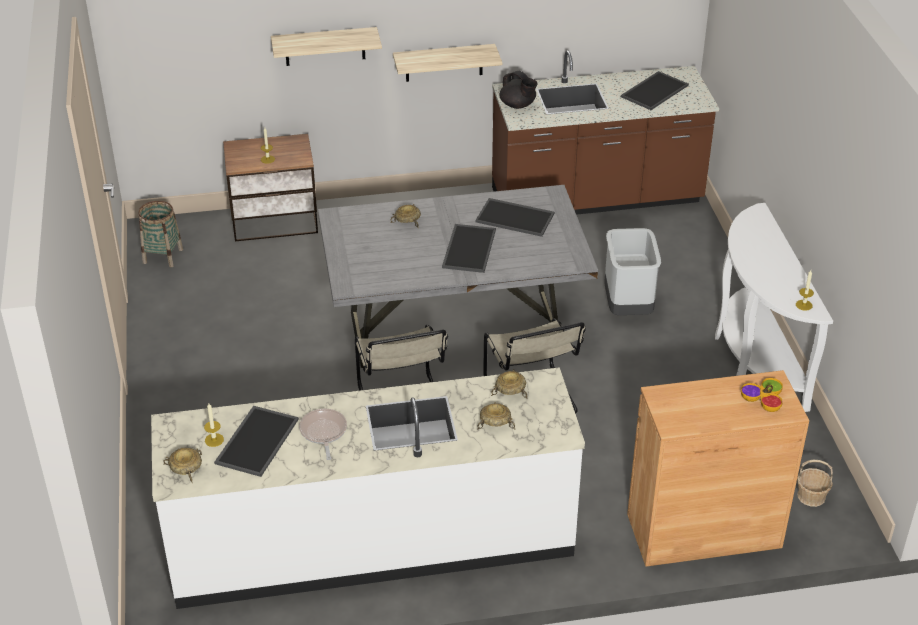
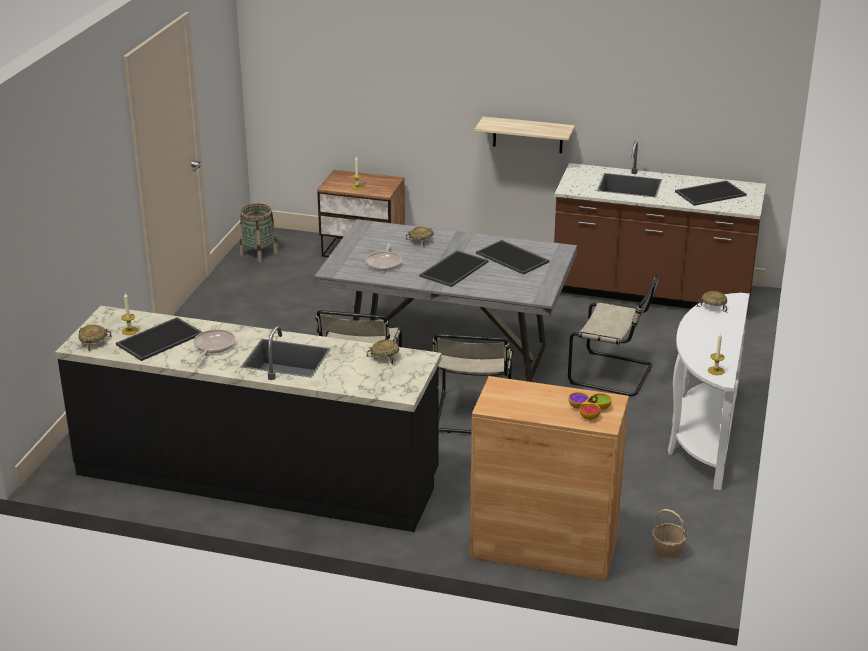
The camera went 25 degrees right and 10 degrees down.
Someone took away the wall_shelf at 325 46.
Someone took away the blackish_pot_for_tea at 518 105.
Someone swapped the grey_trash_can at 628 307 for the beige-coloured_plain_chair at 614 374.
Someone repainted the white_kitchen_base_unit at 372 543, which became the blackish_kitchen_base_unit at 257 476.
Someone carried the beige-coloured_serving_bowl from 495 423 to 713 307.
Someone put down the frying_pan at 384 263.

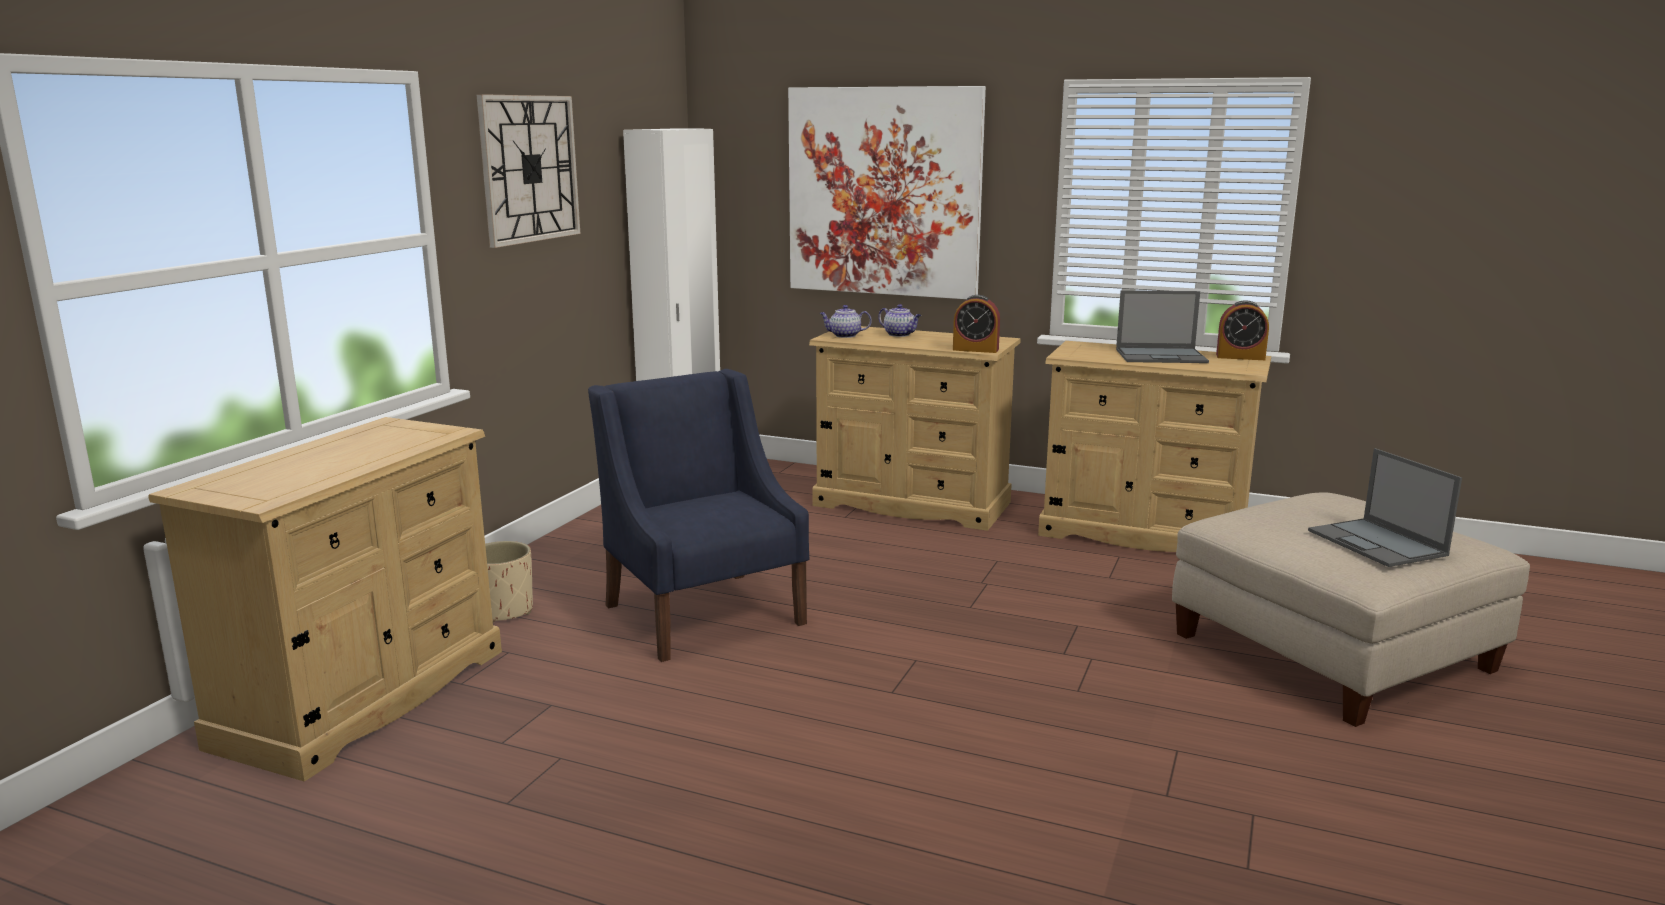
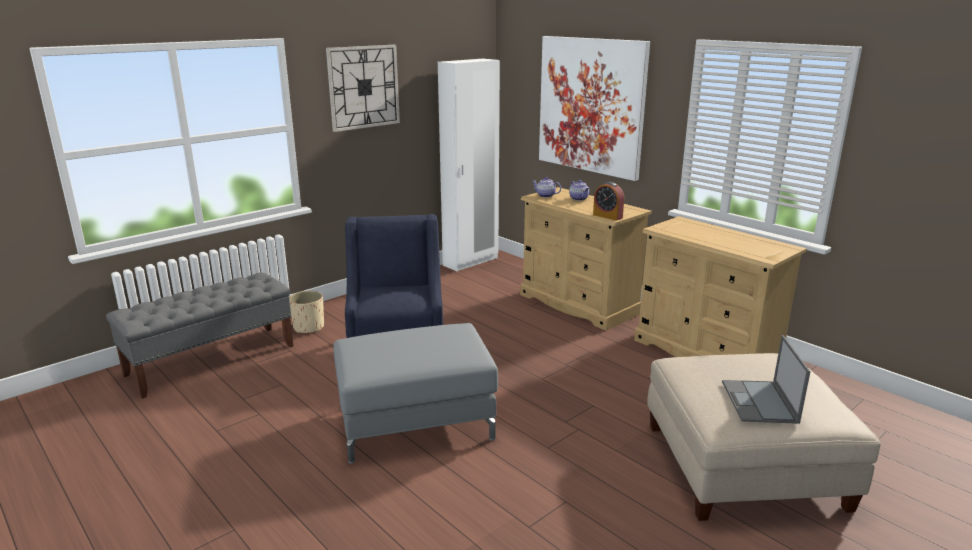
The camera went 25 degrees right and 5 degrees up.
Someone took away the portable_computer at 1162 356.
Someone took away the table_clock at 1240 357.
Someone swapped the beige-coloured_chest_of_drawers at 364 697 for the grey_long_seat at 212 360.
Someone put down the grey_footrest at 416 422.

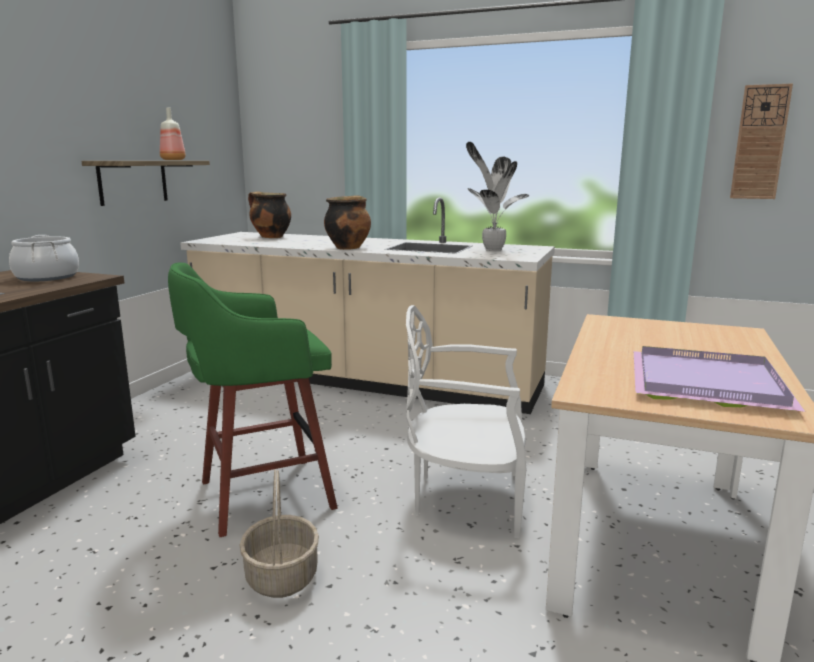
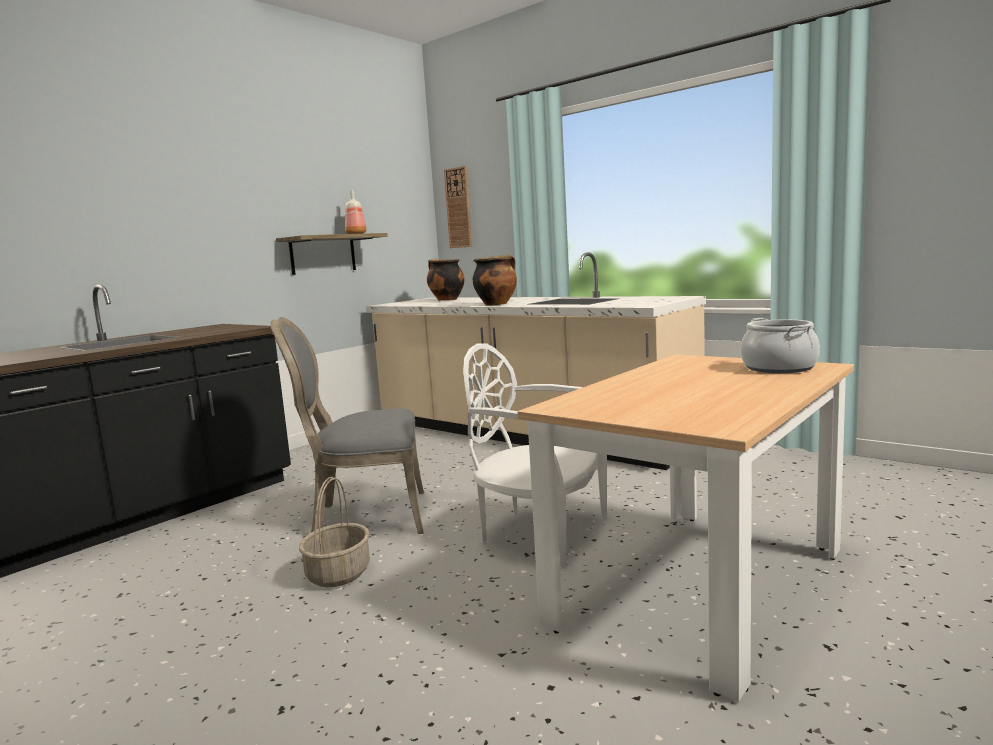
The camera went 20 degrees right and 5 degrees down.
Someone carried the clock_on_the_wall from 760 142 to 458 208.
Someone took away the houseplant at 491 250.
Someone carried the saucepot from 47 277 to 779 368.
Someone swapped the green-coloured_stool_seat at 261 496 for the grey_plain_chair at 365 517.
Someone took away the purple-coloured_serving_tray at 704 384.

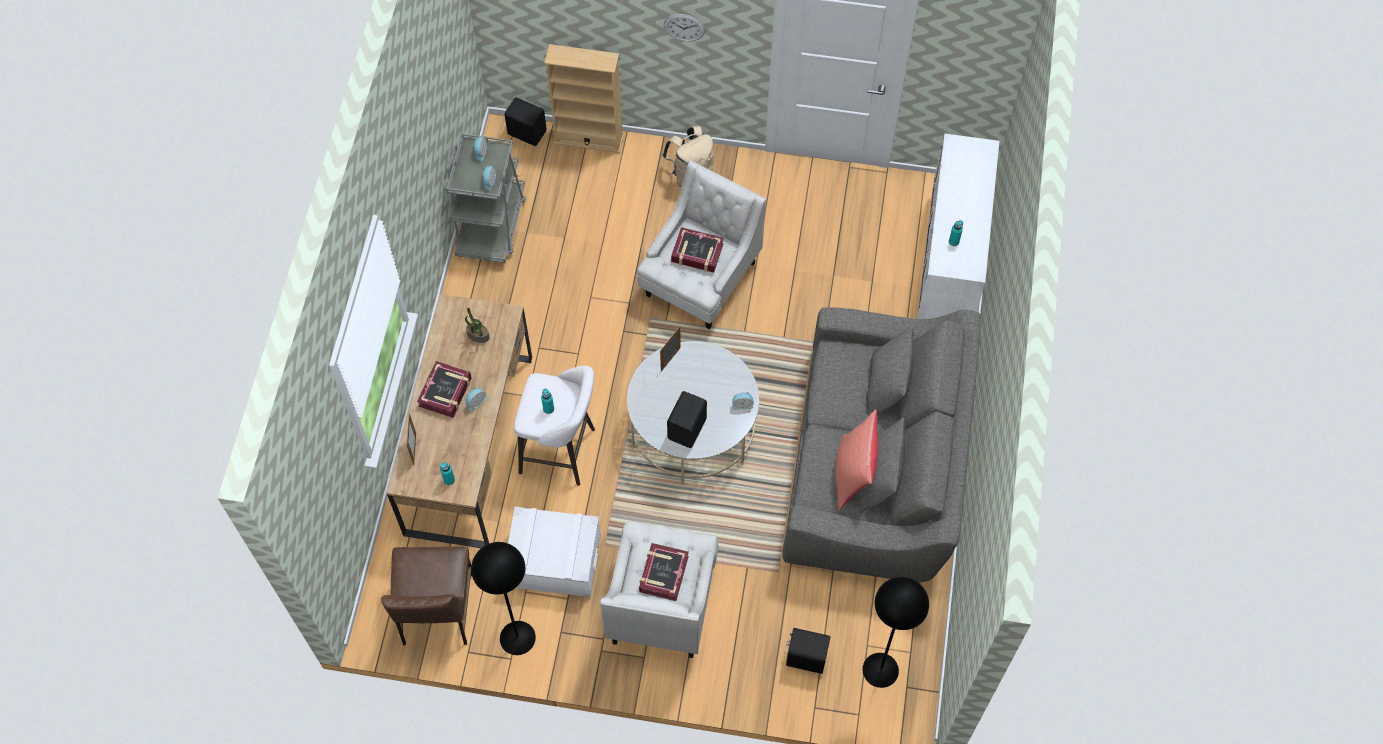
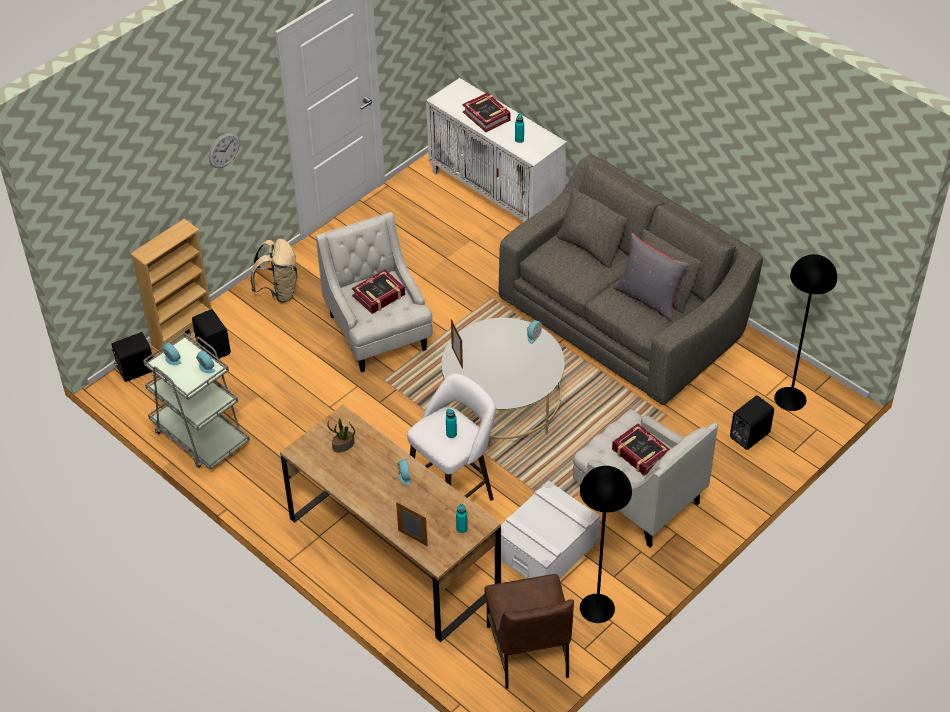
The camera went 55 degrees left and 15 degrees down.
Someone carried the book from 446 392 to 487 116.
Someone carried the blackish_speaker from 688 429 to 214 347.
Someone repainted the reddish_throw_pillow at 853 473, which became the grey_throw_pillow at 648 299.
Someone rotated the brown_plain_chair at 436 610 by 45 degrees clockwise.

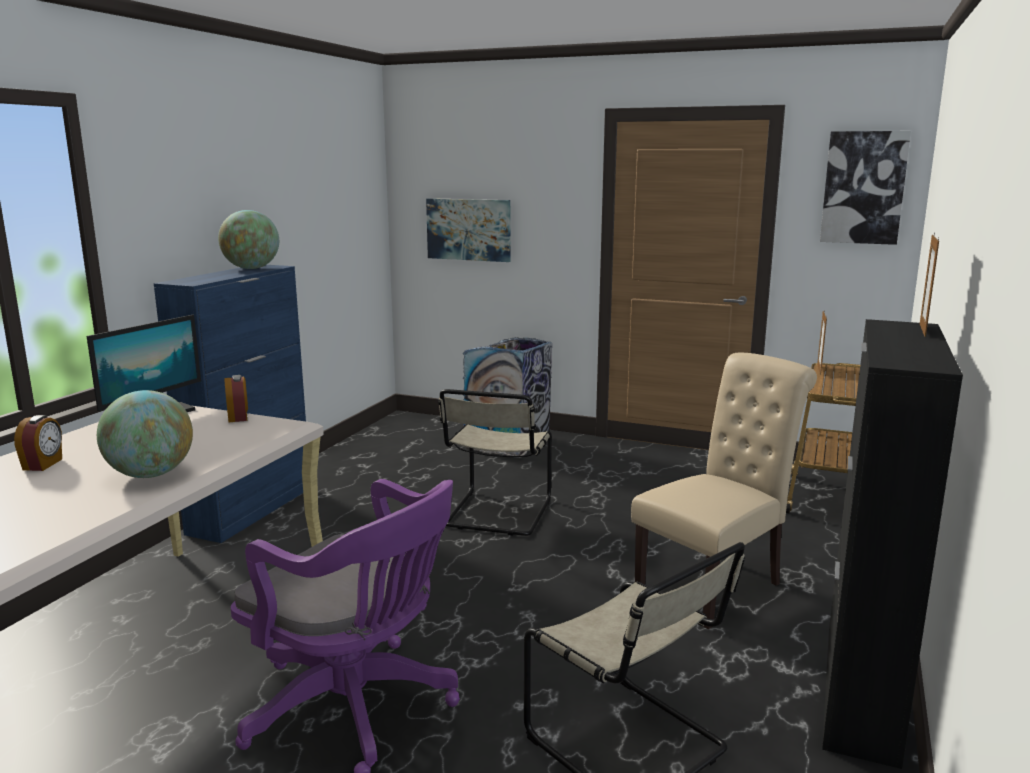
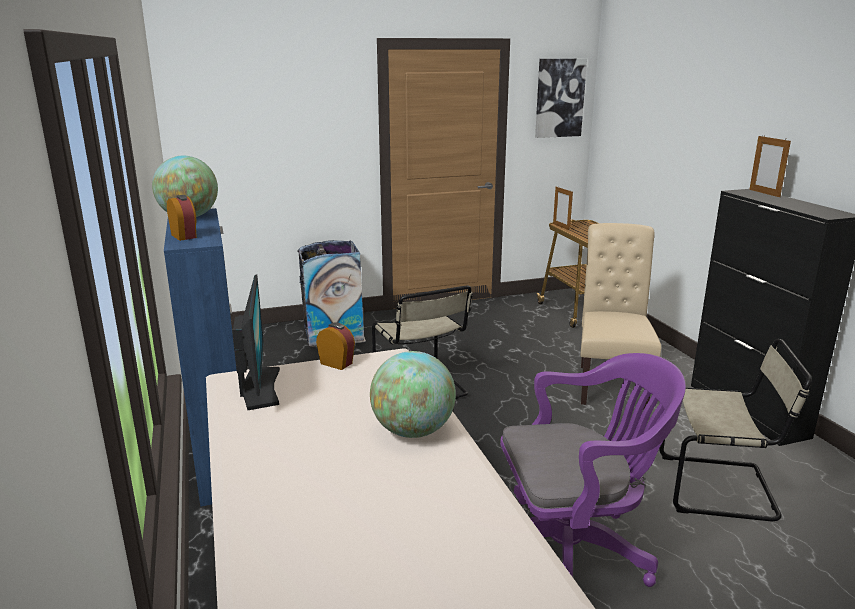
The camera went 40 degrees left and 5 degrees up.
Someone took away the picture at 469 229.
Someone carried the table_clock from 43 464 to 184 236.

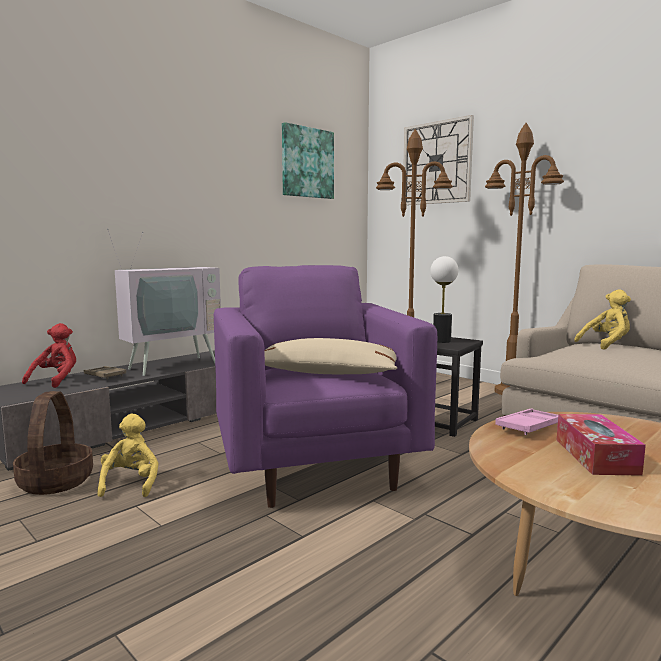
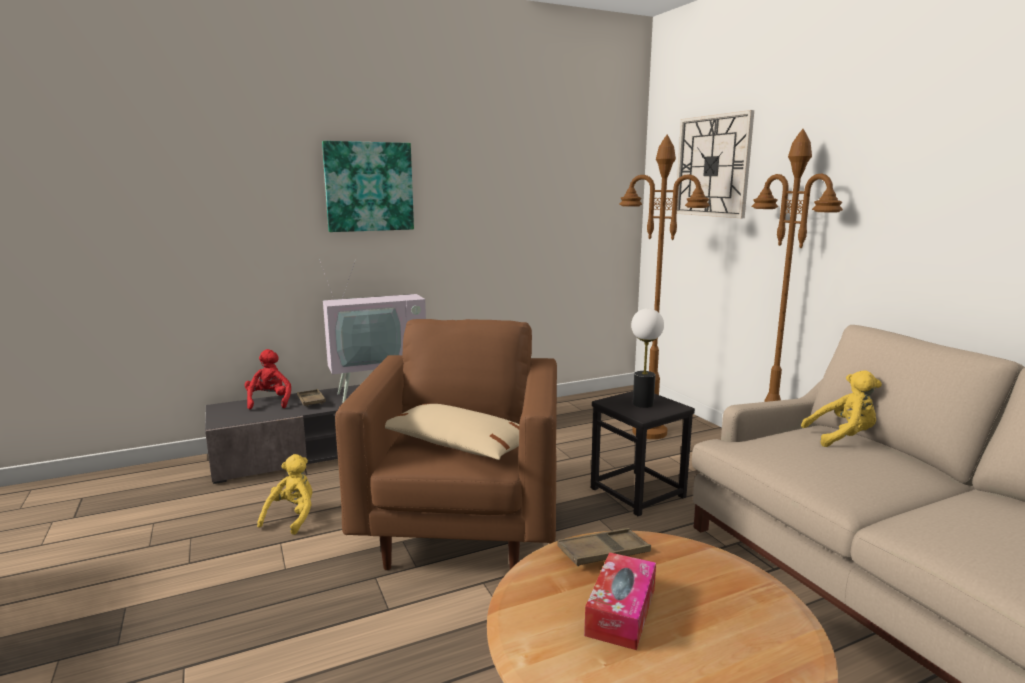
The camera went 20 degrees right and 5 degrees up.
Someone carried the picture from 307 163 to 369 187.
Someone repainted the purple-coloured_lounge_chair at 316 466, which became the brown_lounge_chair at 462 528.
Someone rotated the reddish_cuddly_toy at 56 380 by 45 degrees counterclockwise.
Someone took away the basket at 55 481.
Someone repainted the pink_serving_tray at 529 426, which became the brown_serving_tray at 603 553.

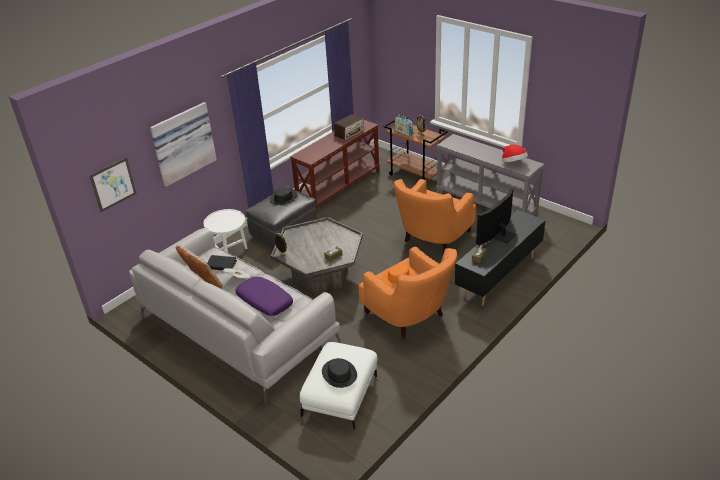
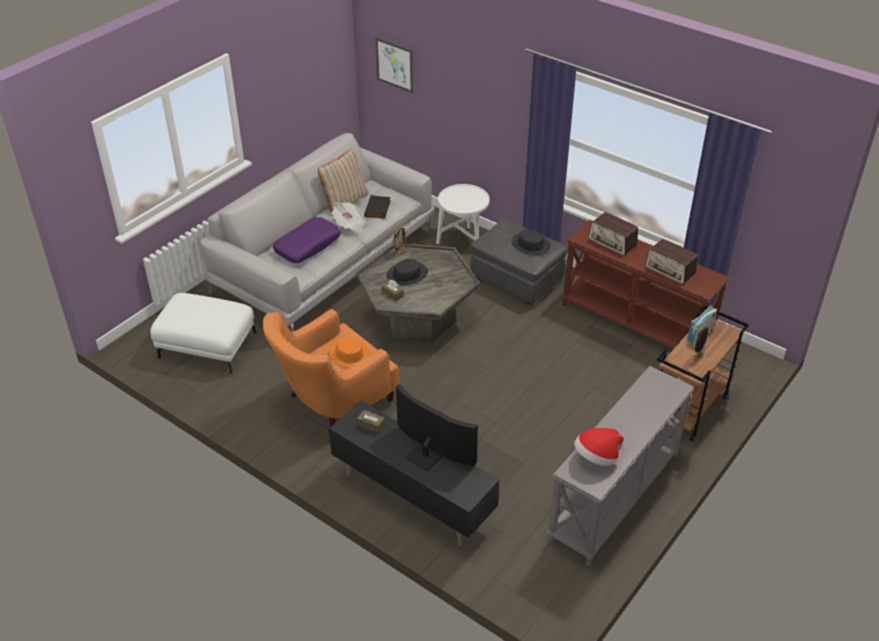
The camera went 85 degrees right and 5 degrees up.
Someone took away the picture at 182 143.
Someone took away the orangey_lounge_chair at 433 238.
Someone carried the blackish_wearable_hat from 339 373 to 407 274.
Someone put down the radio at 612 242.

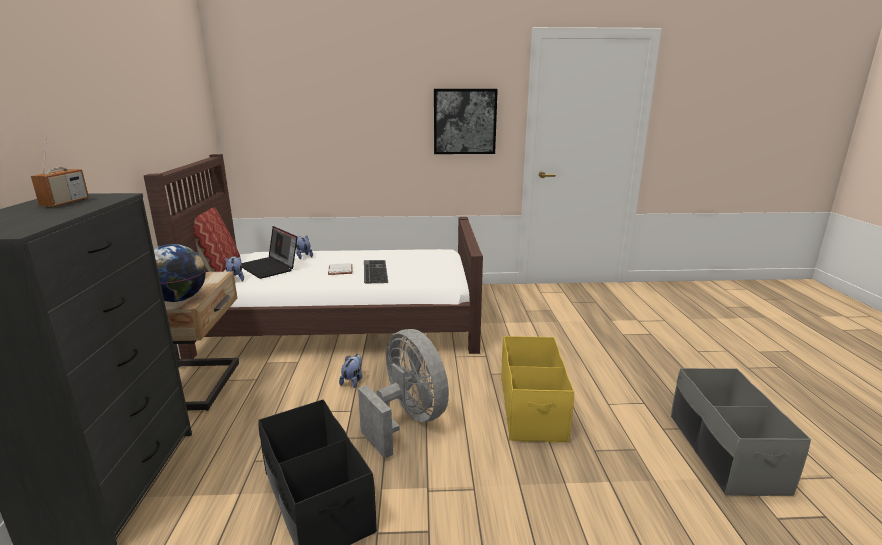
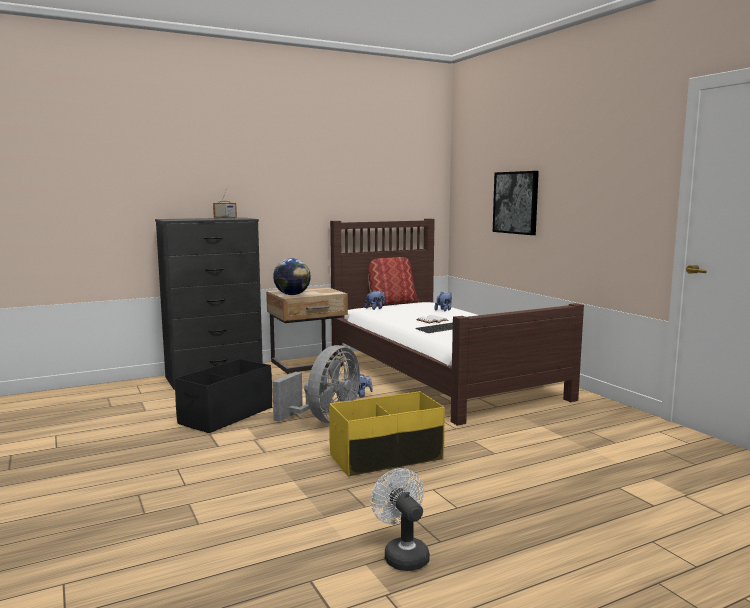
The camera went 65 degrees right and 10 degrees down.
Someone carried the picture from 464 121 to 516 202.
Someone took away the portable_computer at 270 267.
Someone swapped the grey_storage_bin at 724 452 for the white_electric_fan at 402 554.

